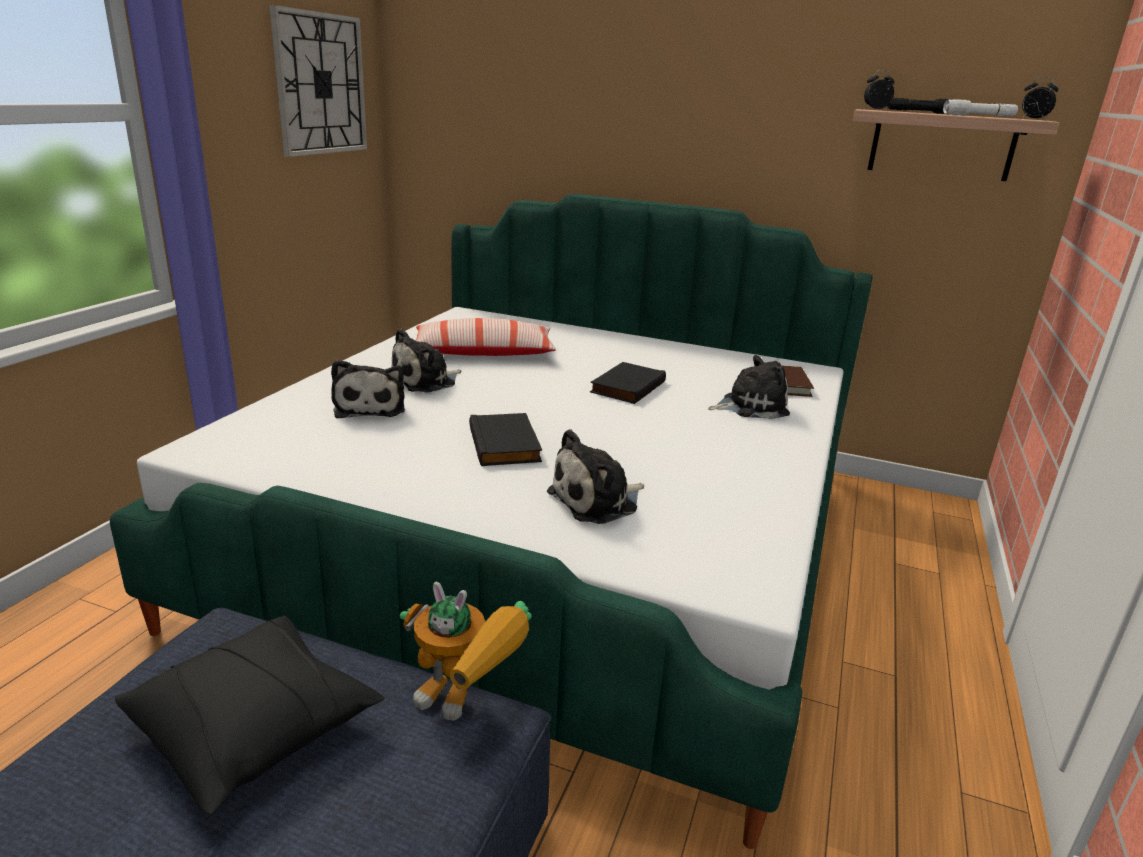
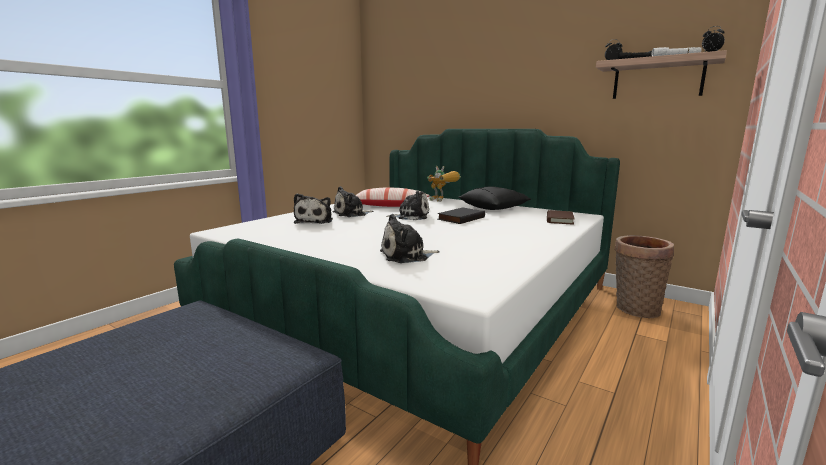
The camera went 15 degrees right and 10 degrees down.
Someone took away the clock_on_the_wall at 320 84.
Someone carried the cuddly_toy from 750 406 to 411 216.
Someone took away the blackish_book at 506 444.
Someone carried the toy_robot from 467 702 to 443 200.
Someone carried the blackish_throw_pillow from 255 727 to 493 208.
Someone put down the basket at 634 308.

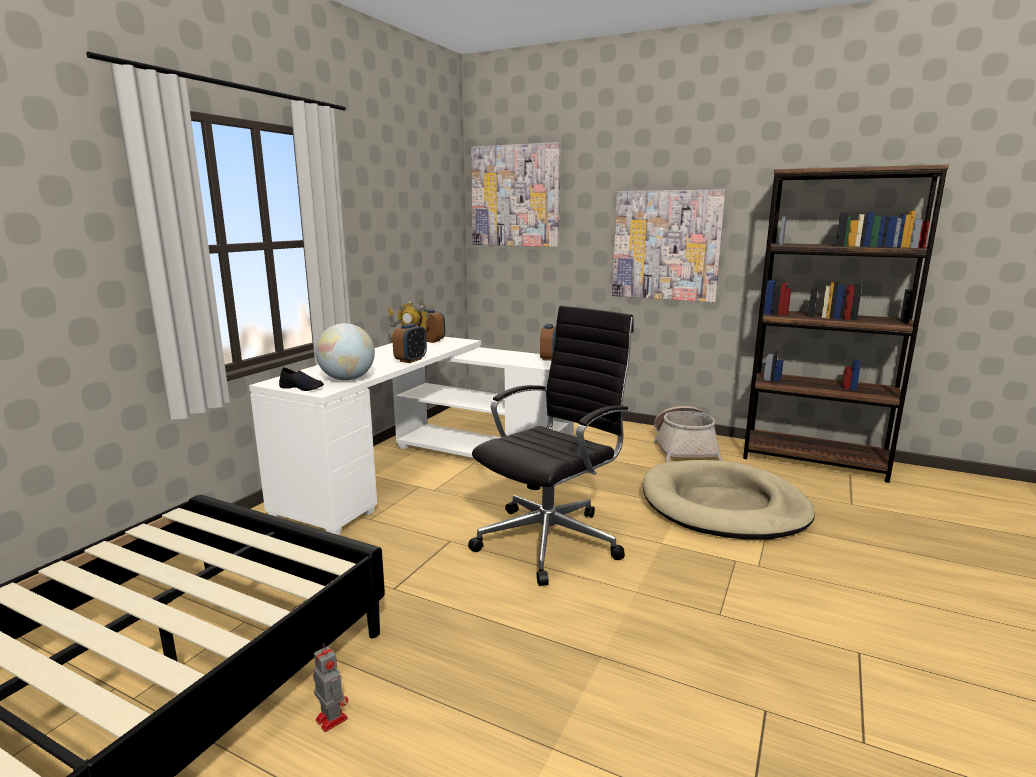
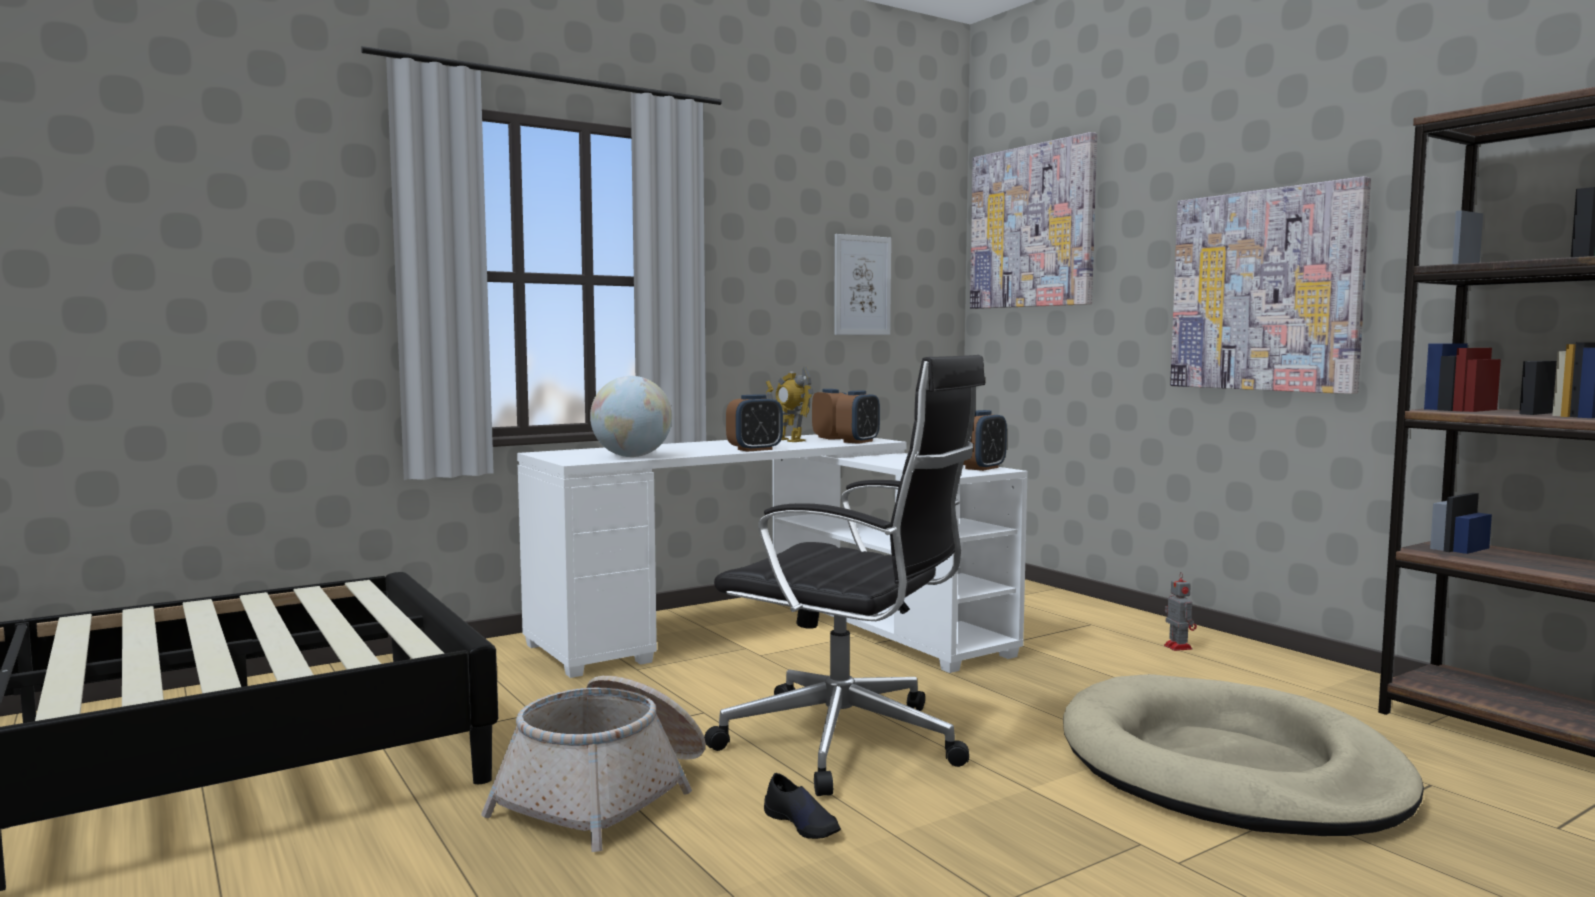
The camera went 30 degrees right and 10 degrees down.
Someone rotated the blackish_computer_chair at 551 540 by 45 degrees clockwise.
Someone carried the blackish_shoe from 302 388 to 802 824.
Someone carried the basket from 684 449 to 608 794.
Someone carried the toy_robot from 331 718 to 1177 647.
Someone put up the picture at 862 285.
Someone put down the table_clock at 858 441.

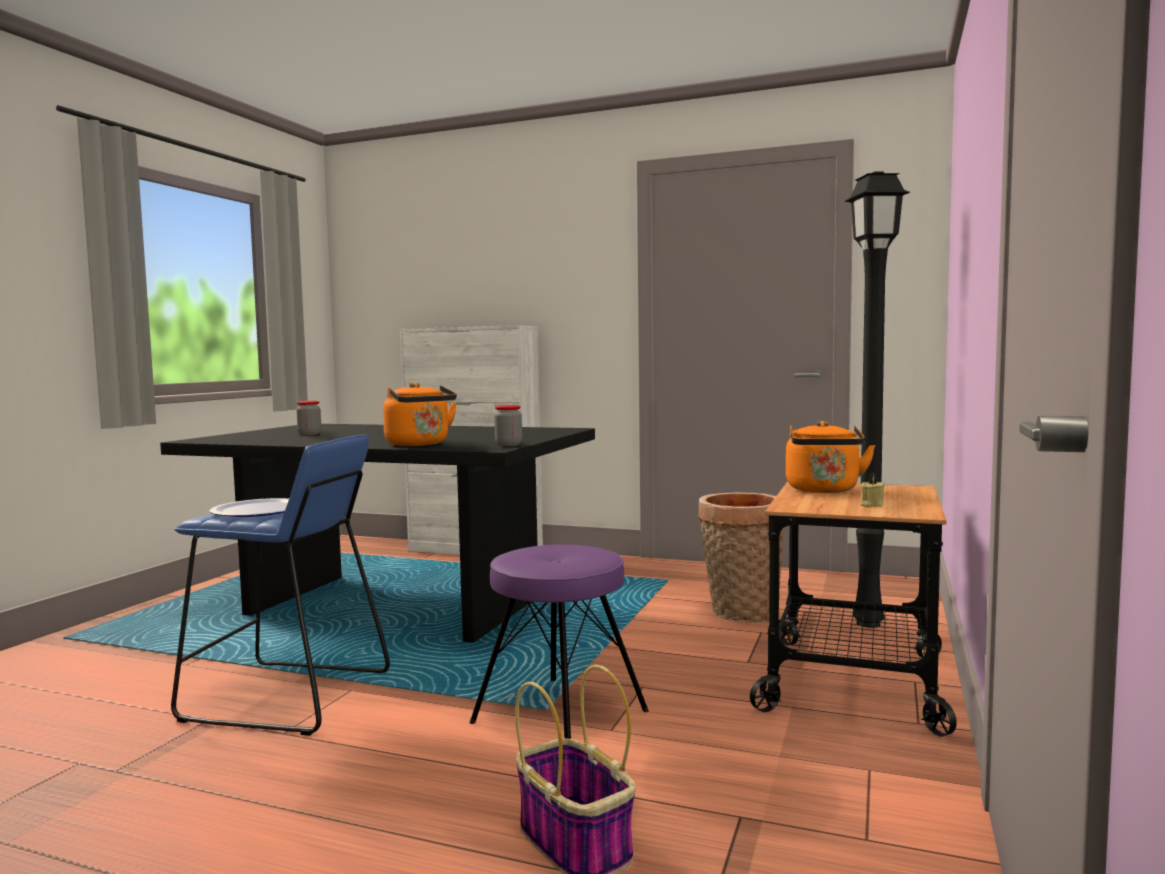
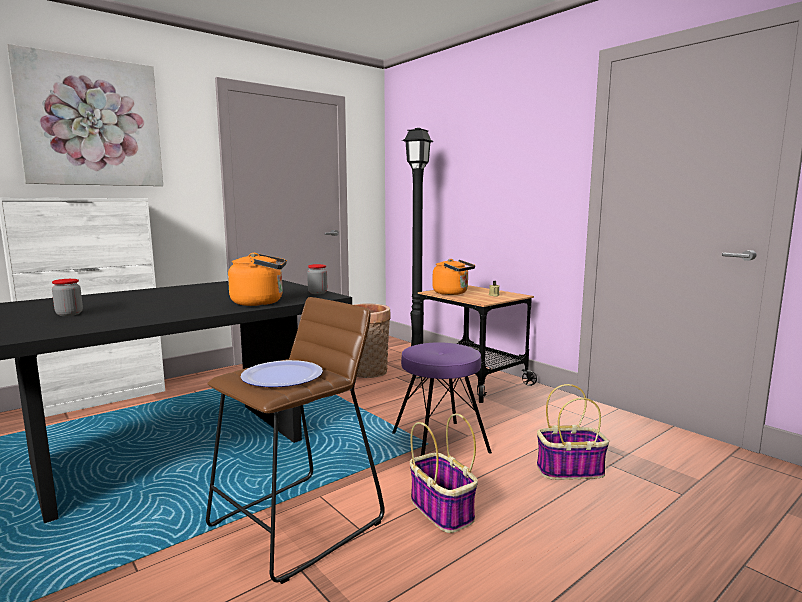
The camera went 60 degrees left and 5 degrees up.
Someone repainted the bluish_stool_seat at 286 697, which became the brown_stool_seat at 297 524.
Someone put up the picture at 91 122.
Someone put down the basket at 442 510.

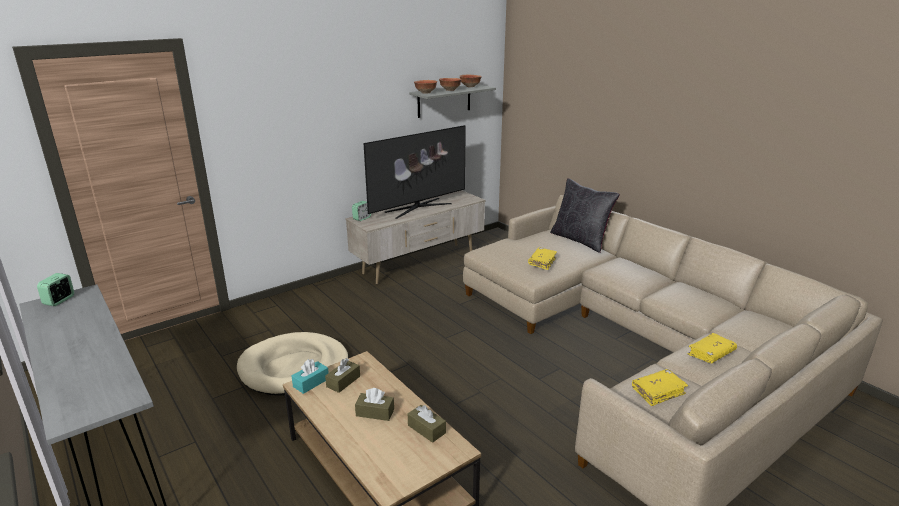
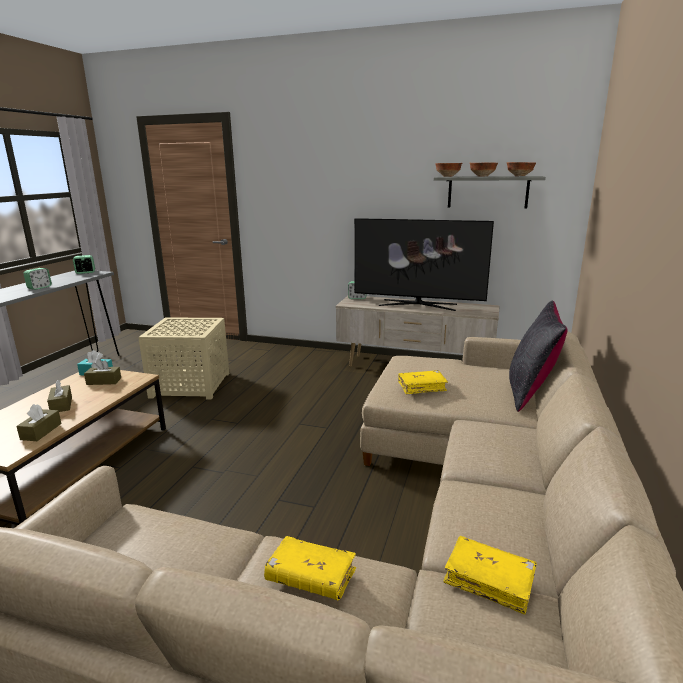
The camera went 55 degrees right and 5 degrees down.
Someone swapped the beige-coloured_dog_cushion at 294 367 for the beige-coloured_side_table at 191 385.
Someone carried the yellow_book from 658 391 to 489 580.
Someone put down the table_clock at 39 287.

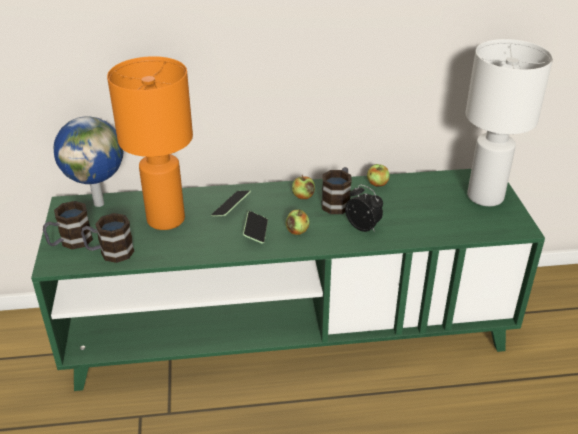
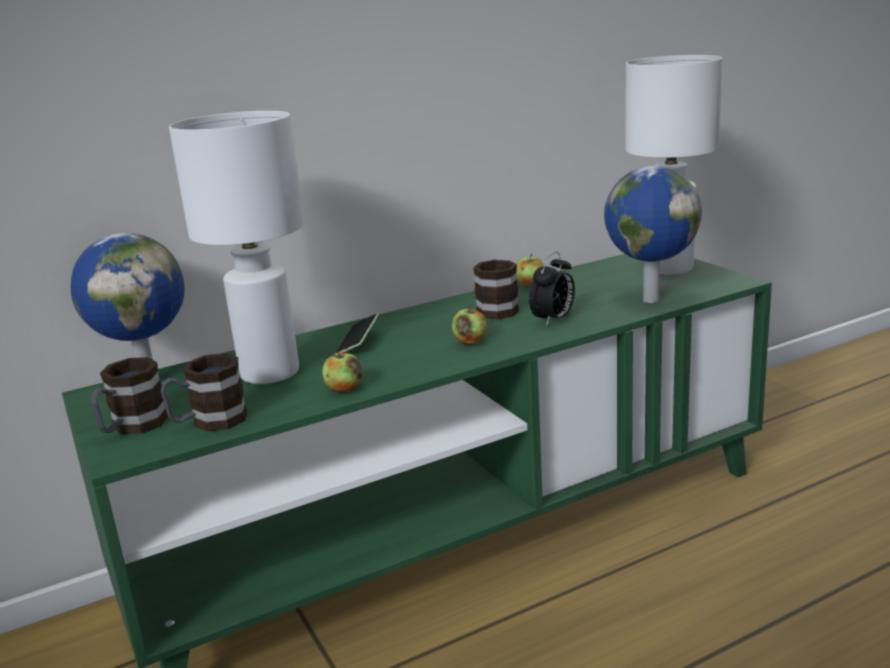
The camera went 20 degrees left and 15 degrees down.
Someone repainted the orangey_table_lamp at 166 220, which became the white_table_lamp at 271 373.
Someone carried the apple from 303 196 to 344 389.
Someone rotated the table_clock at 363 227 by 105 degrees clockwise.
Someone took away the handset at 255 232.
Someone put down the desk_globe at 649 300.

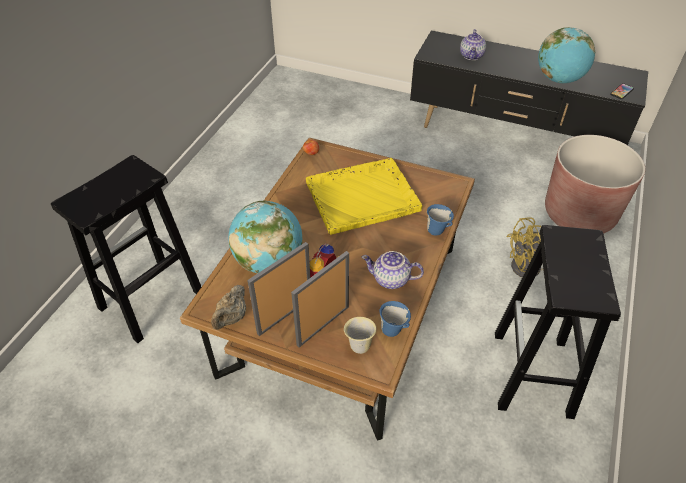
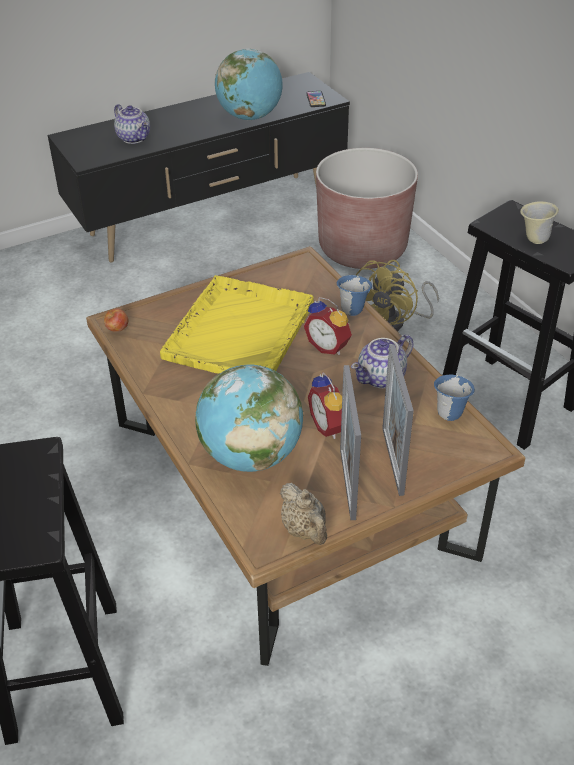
The camera went 50 degrees left and 5 degrees down.
Someone carried the beige-coloured_mug from 359 345 to 533 240.
Someone put down the table_clock at 329 346.

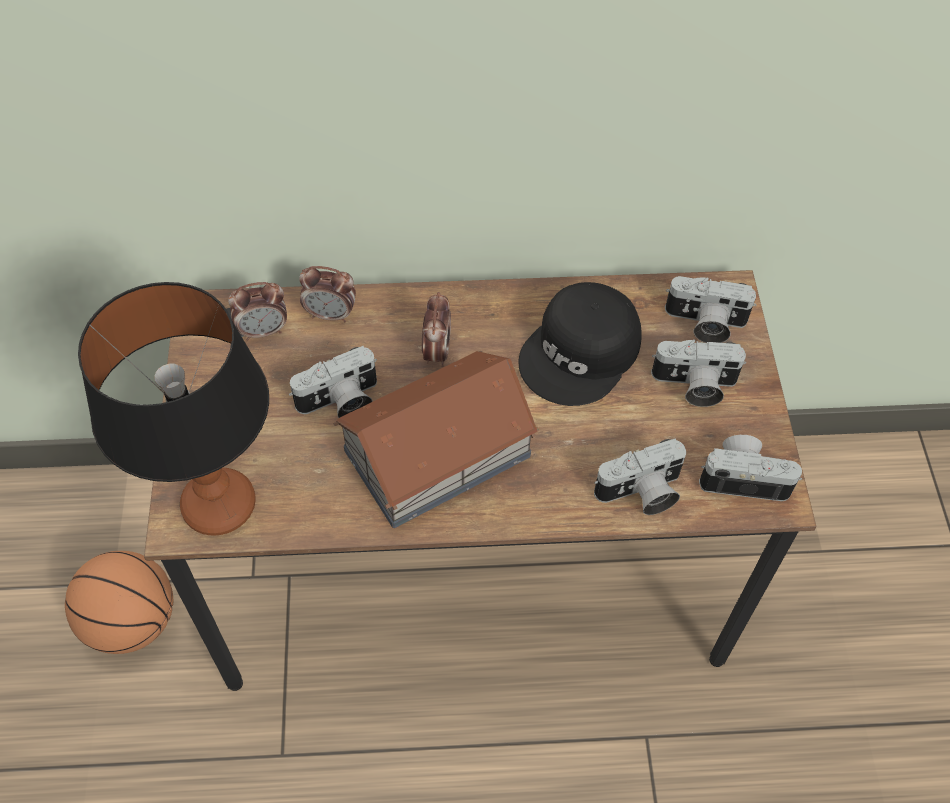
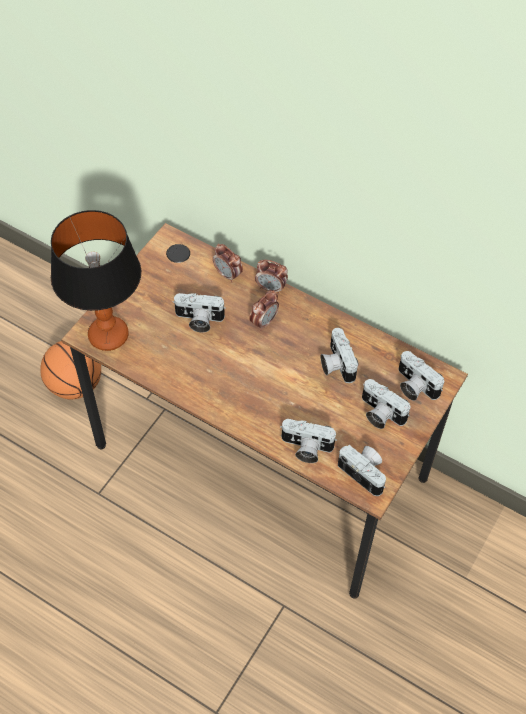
The camera went 35 degrees right and 0 degrees up.
Someone carried the table_clock from 263 331 to 271 288.
Someone swapped the blackish_baseball_cap at 581 353 for the photo_camera at 336 364.
Someone took away the model_house at 439 453.

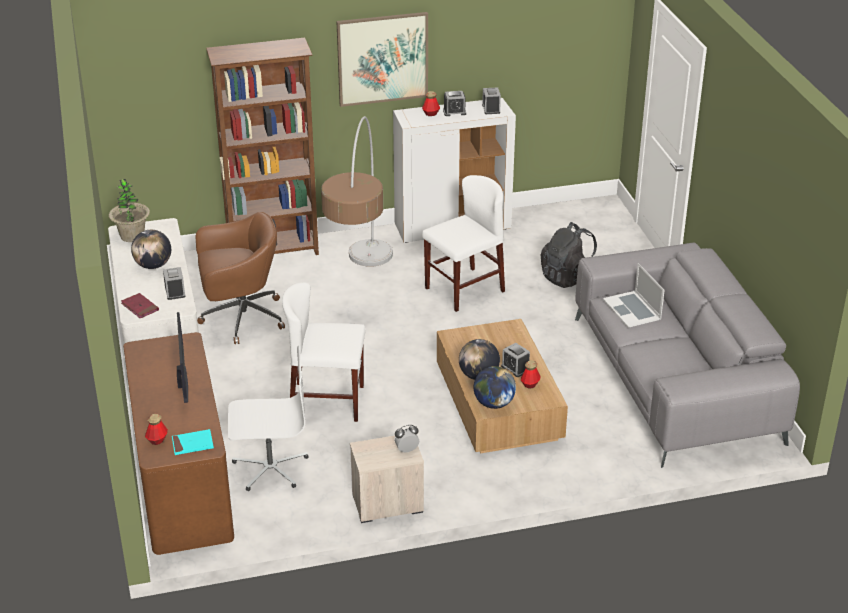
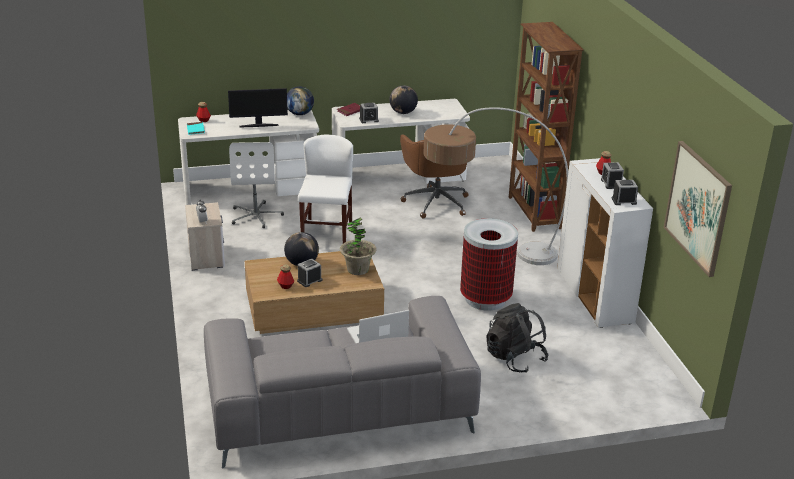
The camera went 90 degrees right and 5 degrees down.
Someone carried the picture from 382 58 to 698 207.
Someone swapped the white_plain_chair at 464 289 for the trash_can at 485 299.
Someone carried the houseplant from 132 236 to 357 269.
Someone repainted the brown_desk_unit at 182 480, which became the white_desk_unit at 251 188.
Someone carried the desk_globe from 493 404 to 299 114.

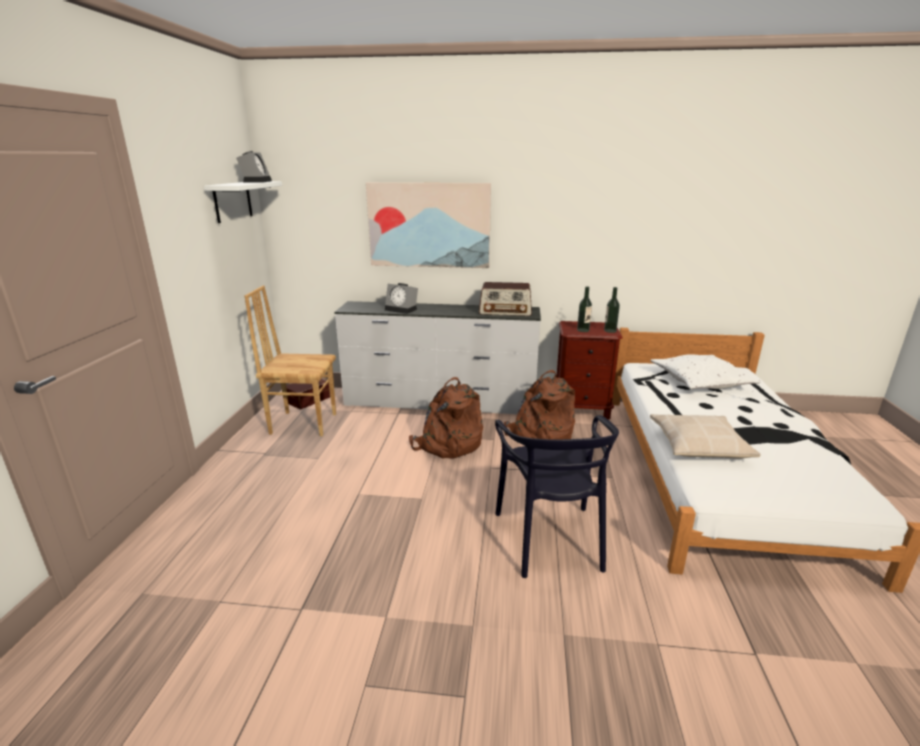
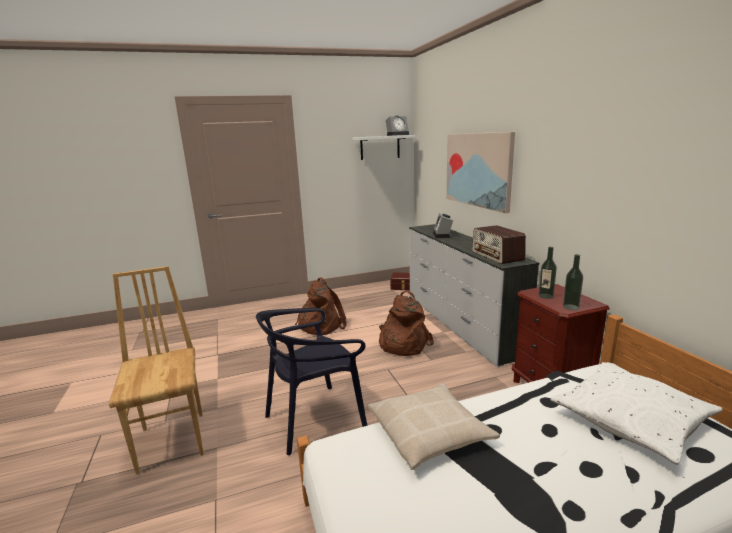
The camera went 65 degrees right and 5 degrees down.
Someone carried the brown_plain_chair from 303 423 to 174 440.
Someone carried the brown_backpack from 539 434 to 321 325.

